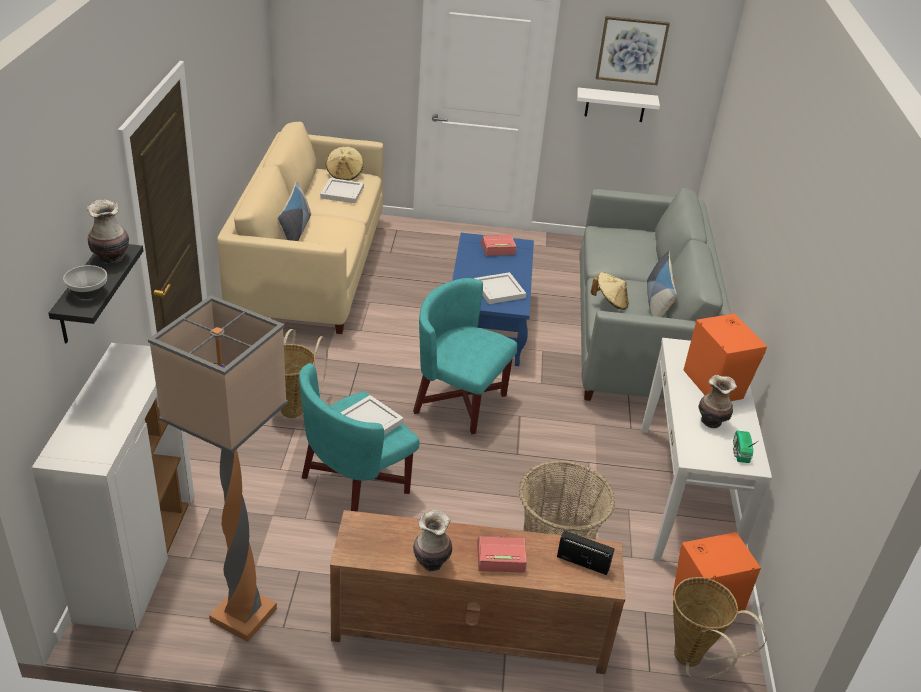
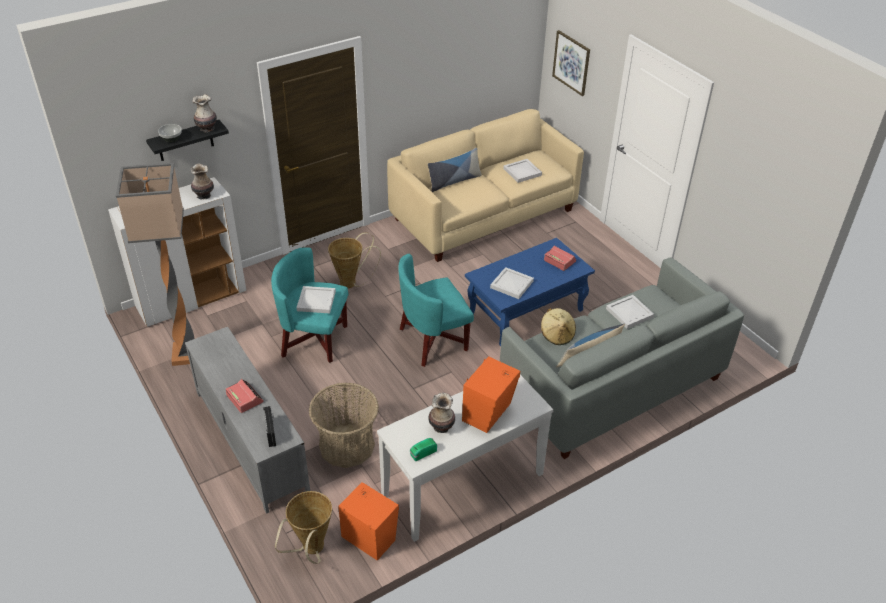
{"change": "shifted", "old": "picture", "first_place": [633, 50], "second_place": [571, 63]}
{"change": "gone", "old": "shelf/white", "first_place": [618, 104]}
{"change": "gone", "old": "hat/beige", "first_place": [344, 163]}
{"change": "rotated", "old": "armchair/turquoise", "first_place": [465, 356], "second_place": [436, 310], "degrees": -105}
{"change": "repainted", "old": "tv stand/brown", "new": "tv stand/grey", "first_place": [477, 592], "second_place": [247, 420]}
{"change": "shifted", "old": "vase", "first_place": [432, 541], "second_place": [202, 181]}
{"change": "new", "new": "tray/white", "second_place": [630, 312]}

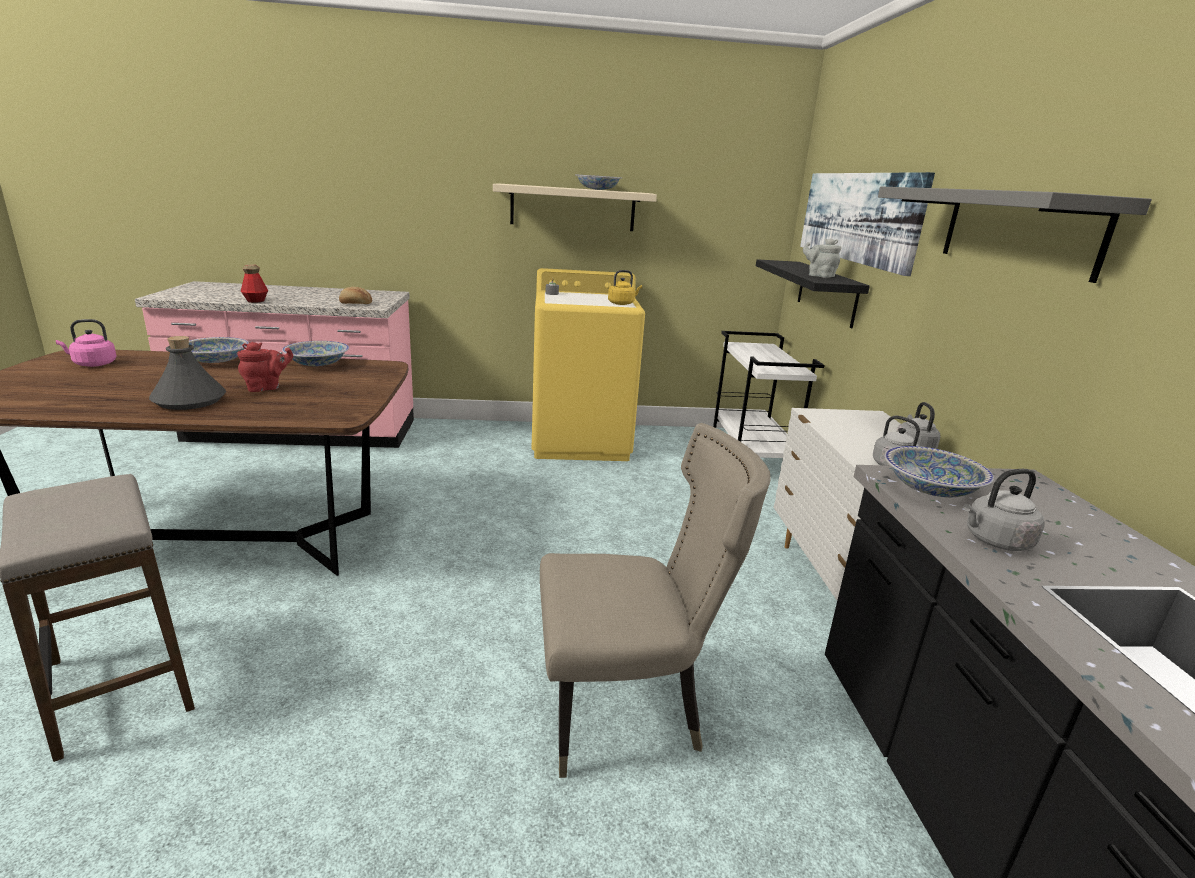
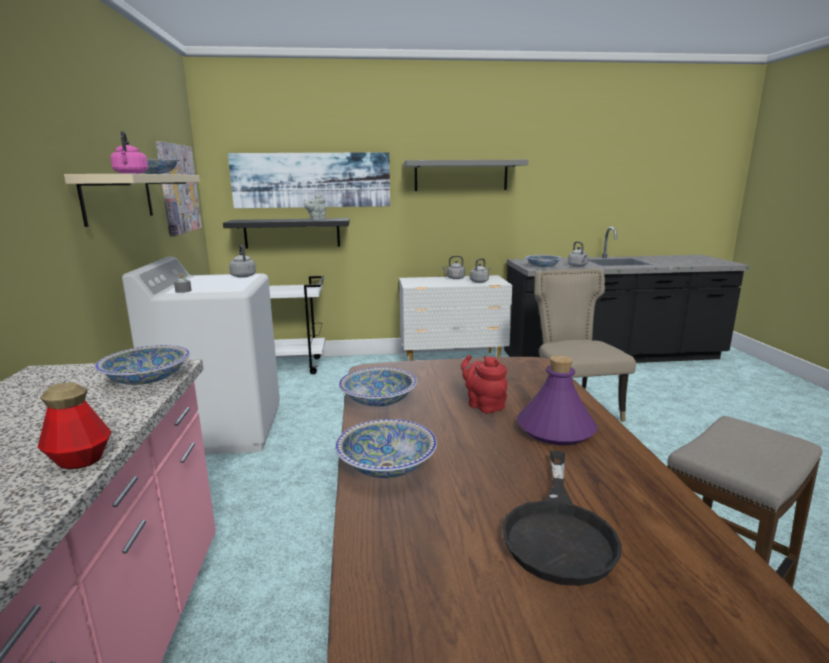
{"change": "repainted", "old": "washing machine/yellow", "new": "washing machine/white", "first_place": [588, 364], "second_place": [201, 356]}
{"change": "repainted", "old": "kettle/yellow", "new": "kettle/grey", "first_place": [625, 287], "second_place": [242, 261]}
{"change": "swapped", "old": "bread", "new": "bowl", "first_place": [355, 295], "second_place": [142, 365]}
{"change": "shifted", "old": "kettle/pink", "first_place": [86, 343], "second_place": [129, 152]}
{"change": "repainted", "old": "bottle/grey", "new": "bottle/purple", "first_place": [187, 373], "second_place": [557, 400]}
{"change": "new", "new": "picture", "second_place": [179, 188]}
{"change": "new", "new": "frying pan/black", "second_place": [562, 518]}

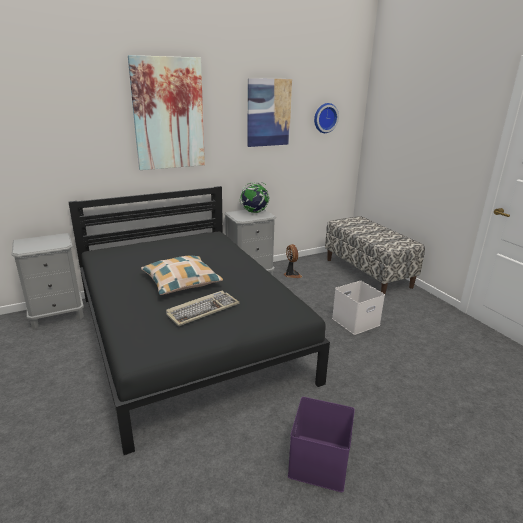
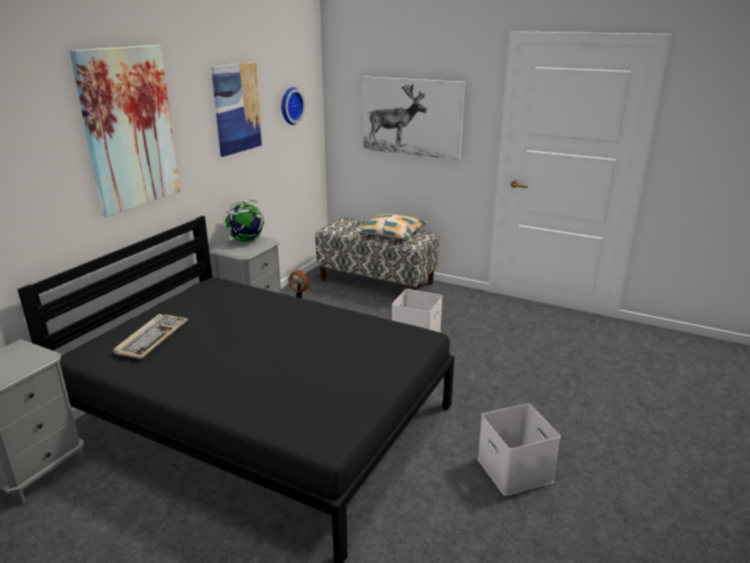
{"change": "shifted", "old": "pillow", "first_place": [182, 275], "second_place": [392, 227]}
{"change": "shifted", "old": "keyboard", "first_place": [203, 308], "second_place": [150, 336]}
{"change": "repainted", "old": "storage box/purple", "new": "storage box/white", "first_place": [321, 444], "second_place": [519, 449]}
{"change": "new", "new": "picture", "second_place": [414, 118]}

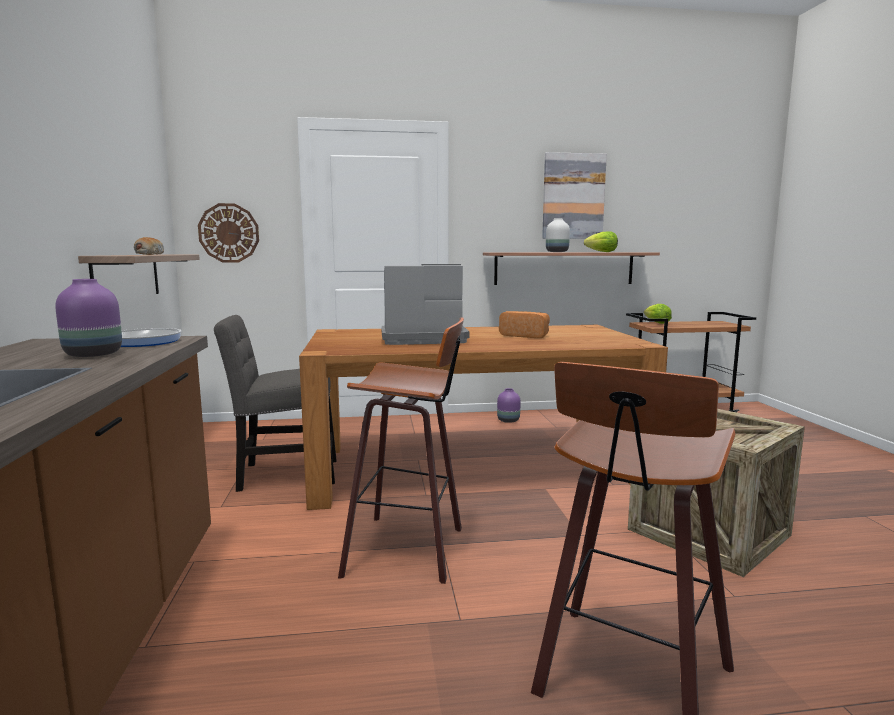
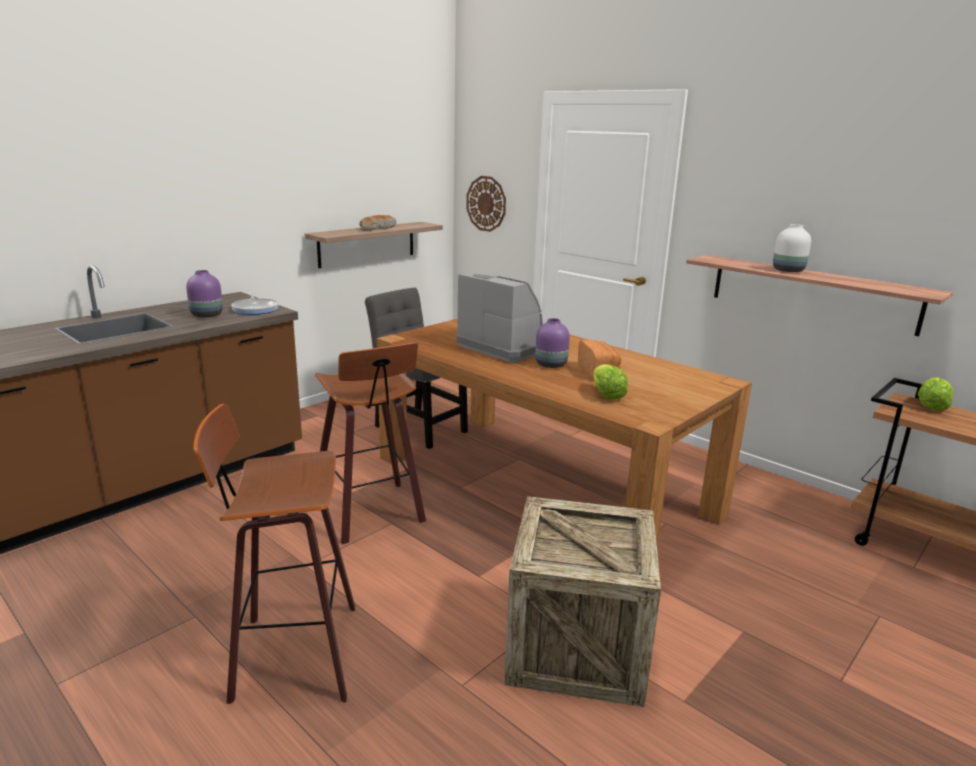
{"change": "gone", "old": "picture", "first_place": [574, 195]}
{"change": "shifted", "old": "lettuce", "first_place": [601, 241], "second_place": [610, 382]}
{"change": "shifted", "old": "vase/purple", "first_place": [509, 405], "second_place": [552, 343]}

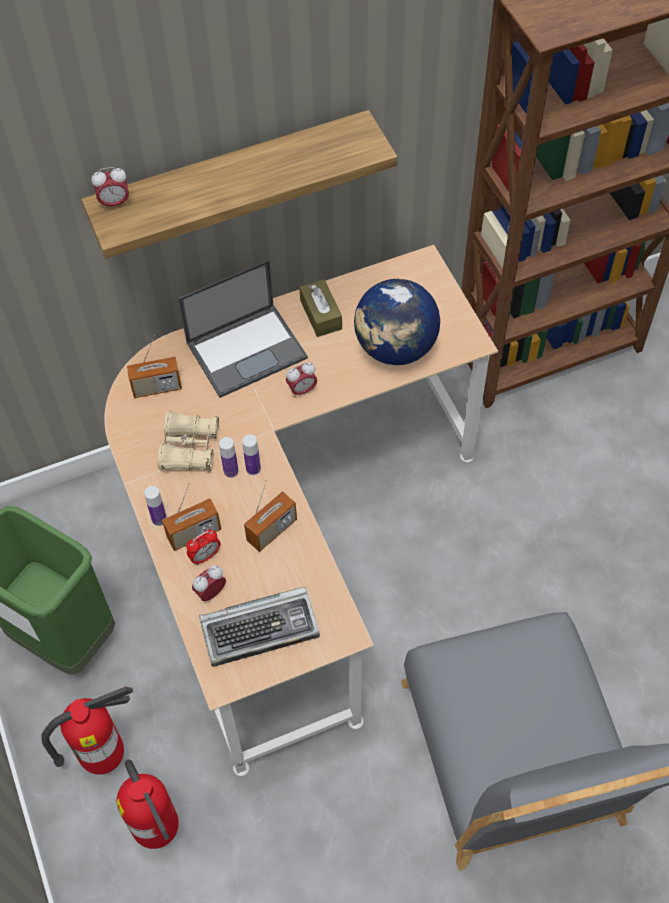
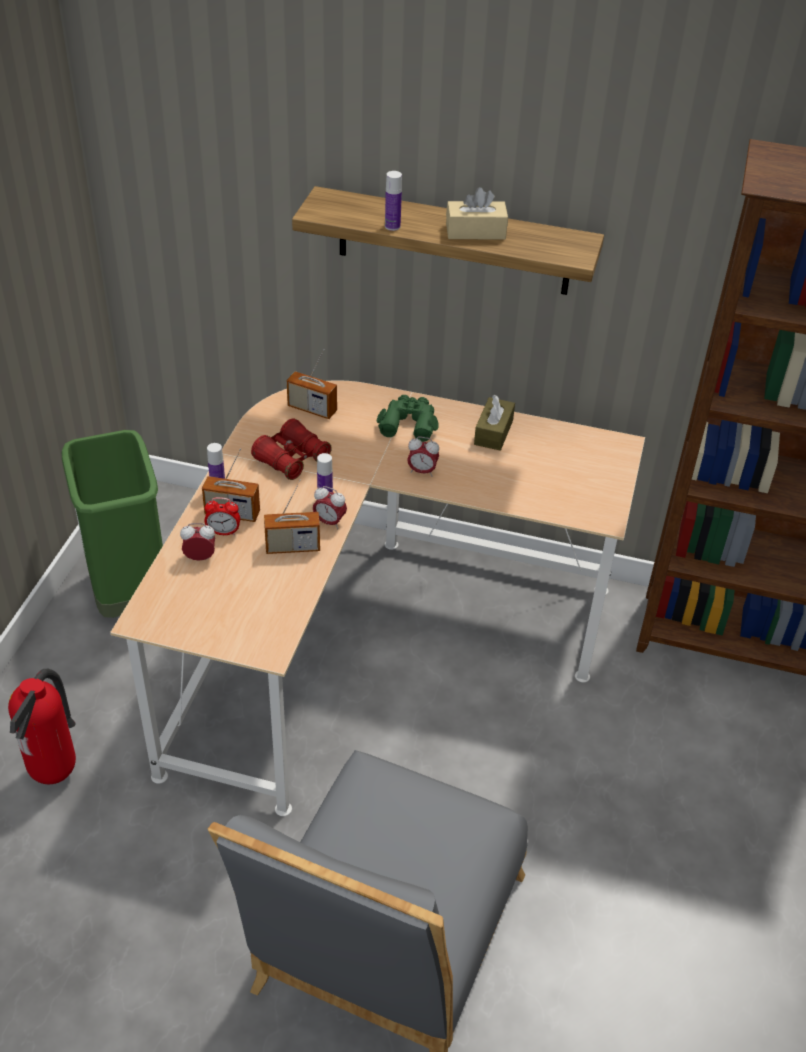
{"change": "shifted", "old": "alarm clock", "first_place": [110, 188], "second_place": [330, 507]}
{"change": "swapped", "old": "laptop", "new": "binoculars/green", "first_place": [243, 329], "second_place": [408, 418]}
{"change": "gone", "old": "globe", "first_place": [397, 322]}
{"change": "repainted", "old": "binoculars/beige", "new": "binoculars/red", "first_place": [188, 441], "second_place": [291, 449]}
{"change": "shifted", "old": "bottle", "first_place": [228, 457], "second_place": [393, 201]}
{"change": "gone", "old": "keyboard", "first_place": [259, 627]}
{"change": "gone", "old": "fire extinguisher", "first_place": [87, 730]}
{"change": "new", "new": "tissue box/beige", "second_place": [477, 213]}

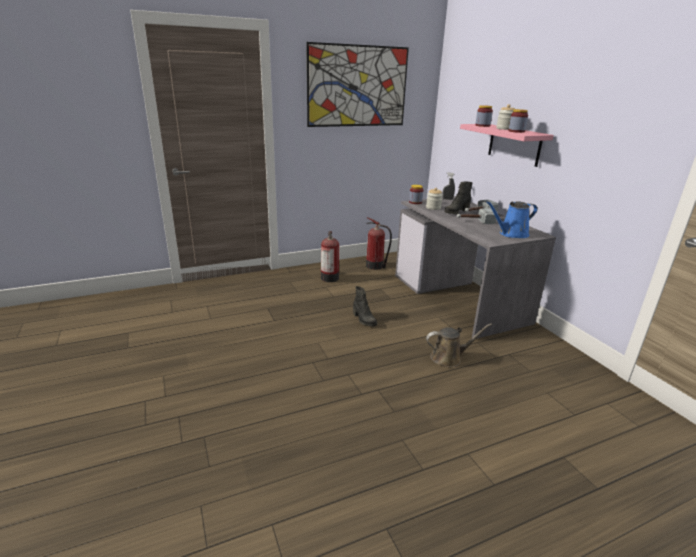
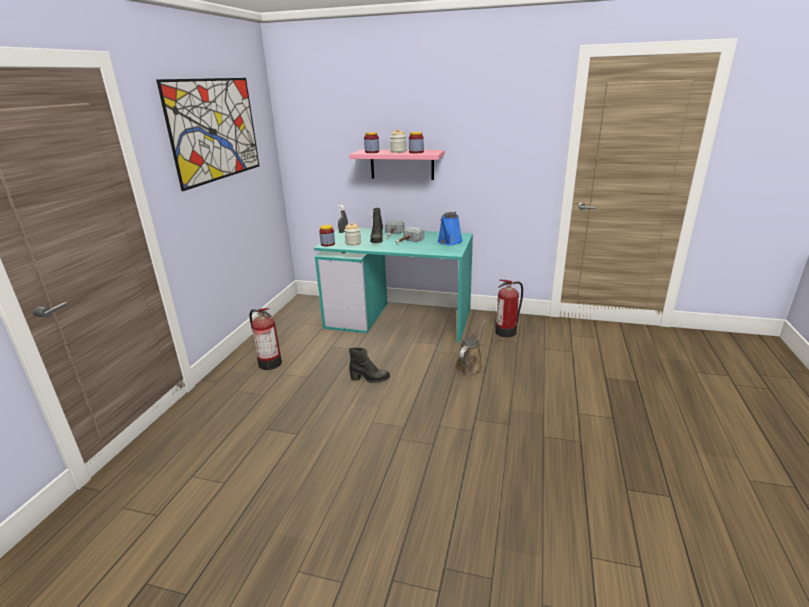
{"change": "repainted", "old": "desk/grey", "new": "desk/turquoise", "first_place": [475, 267], "second_place": [393, 285]}
{"change": "shifted", "old": "fire extinguisher", "first_place": [379, 243], "second_place": [509, 308]}

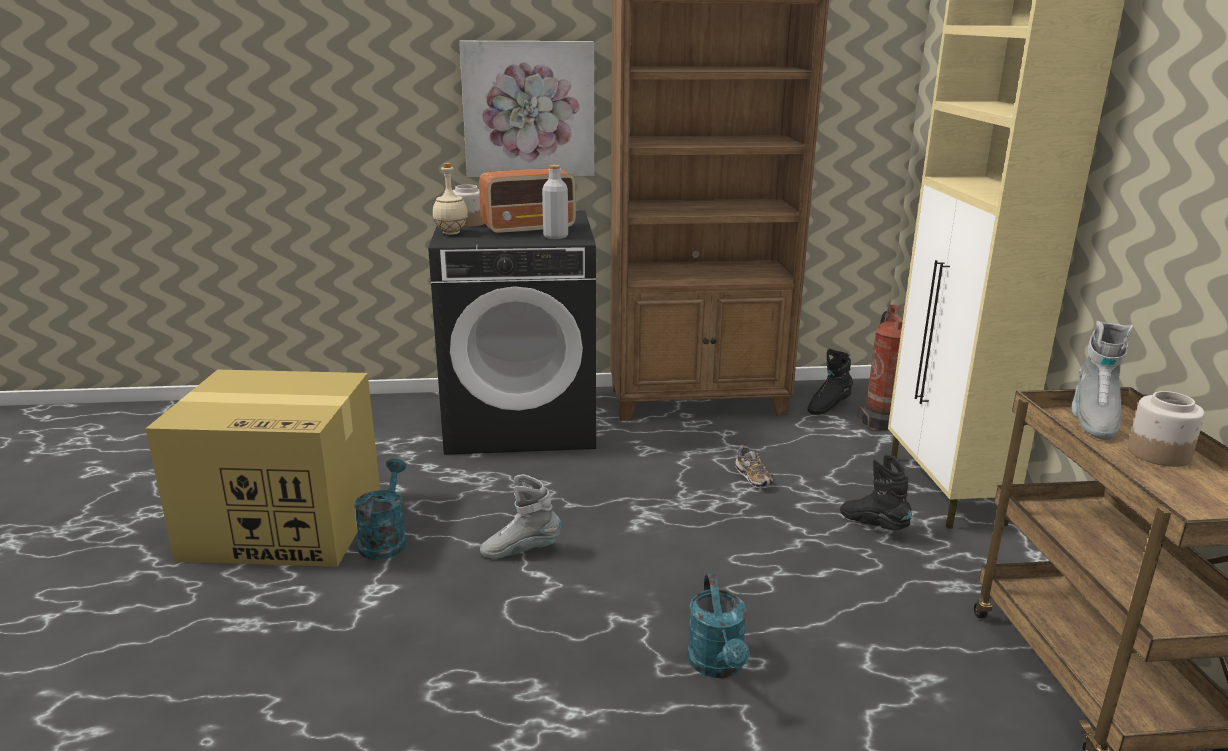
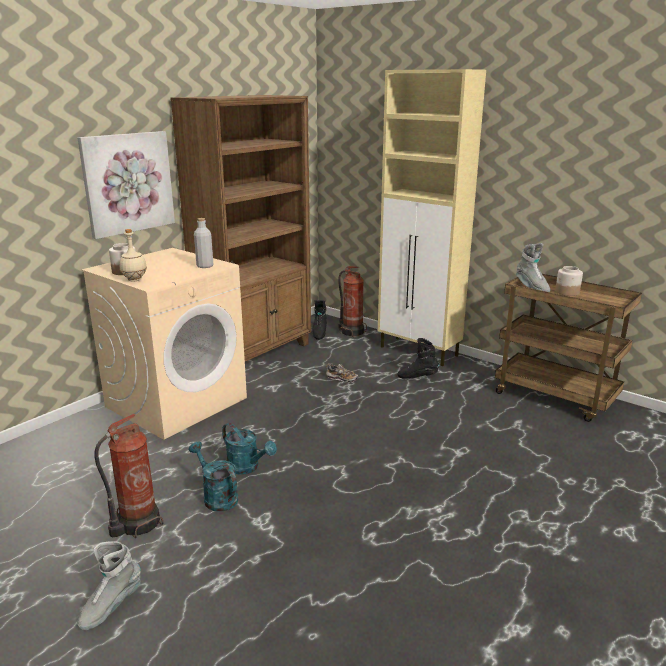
{"change": "gone", "old": "radio", "first_place": [527, 201]}
{"change": "repainted", "old": "washing machine/black", "new": "washing machine/beige", "first_place": [512, 333], "second_place": [164, 344]}
{"change": "swapped", "old": "cardboard box", "new": "fire extinguisher", "first_place": [262, 468], "second_place": [128, 476]}
{"change": "shifted", "old": "boot/grey", "first_place": [520, 516], "second_place": [109, 585]}
{"change": "shifted", "old": "watering can/turquoise", "first_place": [718, 625], "second_place": [249, 449]}

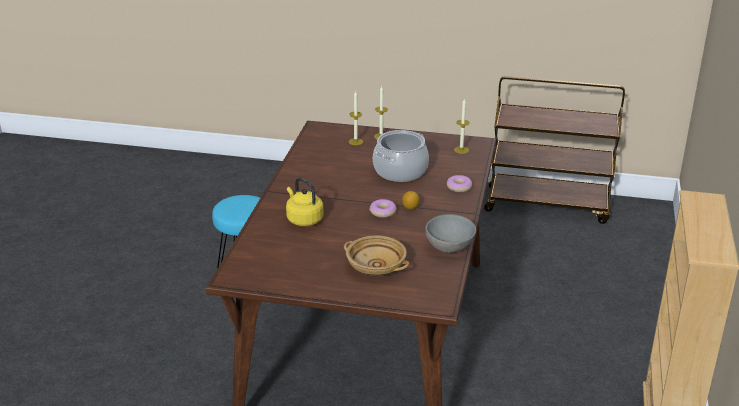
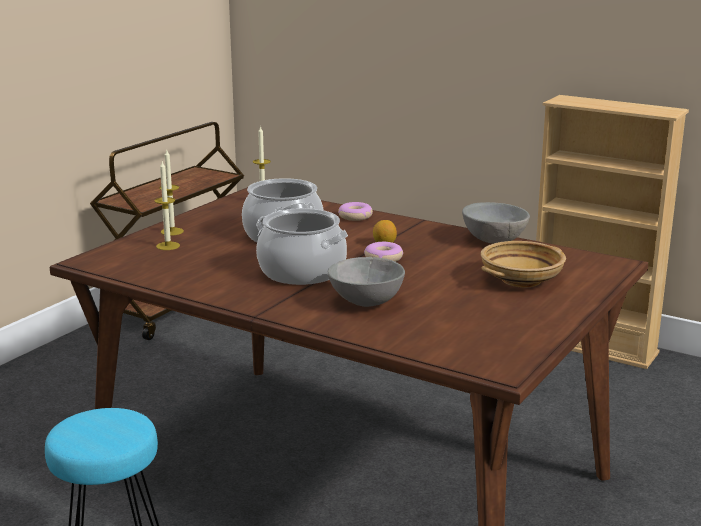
{"change": "swapped", "old": "kettle/yellow", "new": "bowl/grey", "first_place": [304, 202], "second_place": [366, 282]}
{"change": "new", "new": "cooking pot", "second_place": [302, 246]}

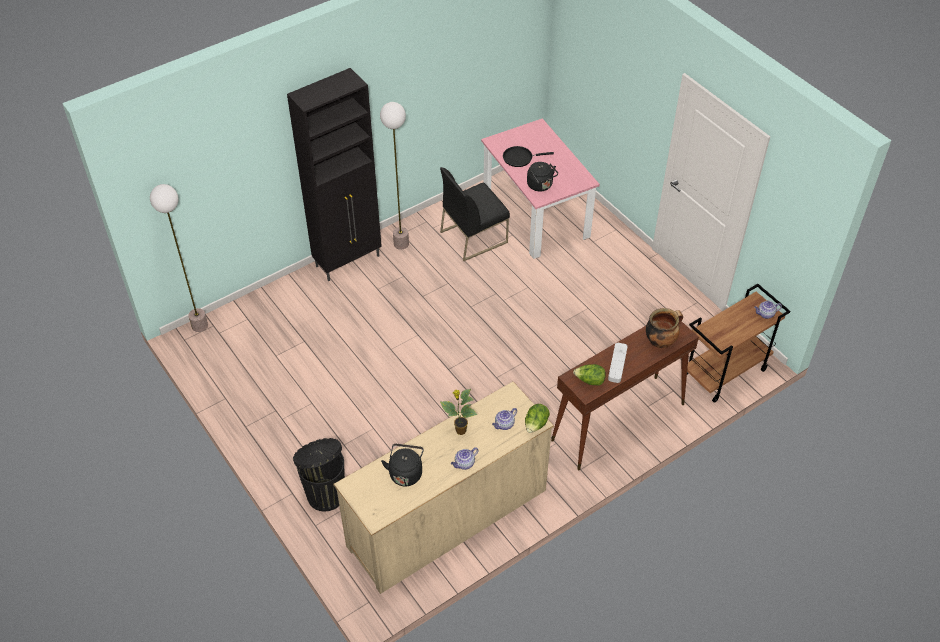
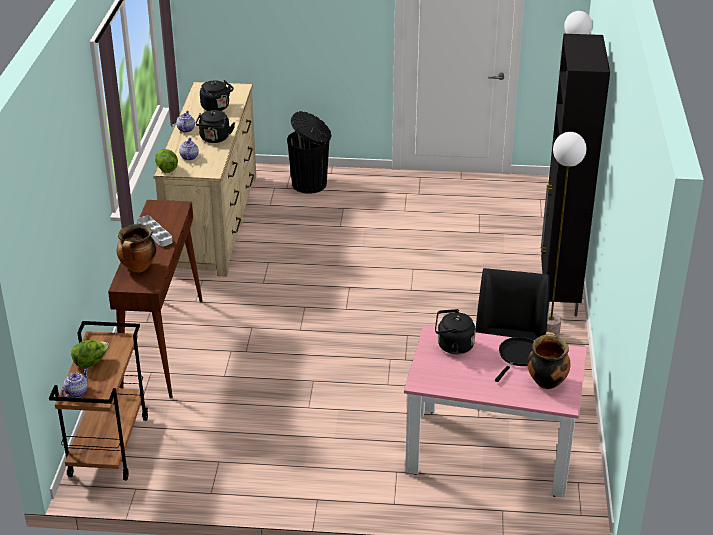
{"change": "shifted", "old": "lettuce", "first_place": [589, 375], "second_place": [90, 354]}
{"change": "swapped", "old": "potted plant", "new": "kettle/black", "first_place": [459, 412], "second_place": [215, 126]}
{"change": "new", "new": "cooking pot", "second_place": [549, 360]}

